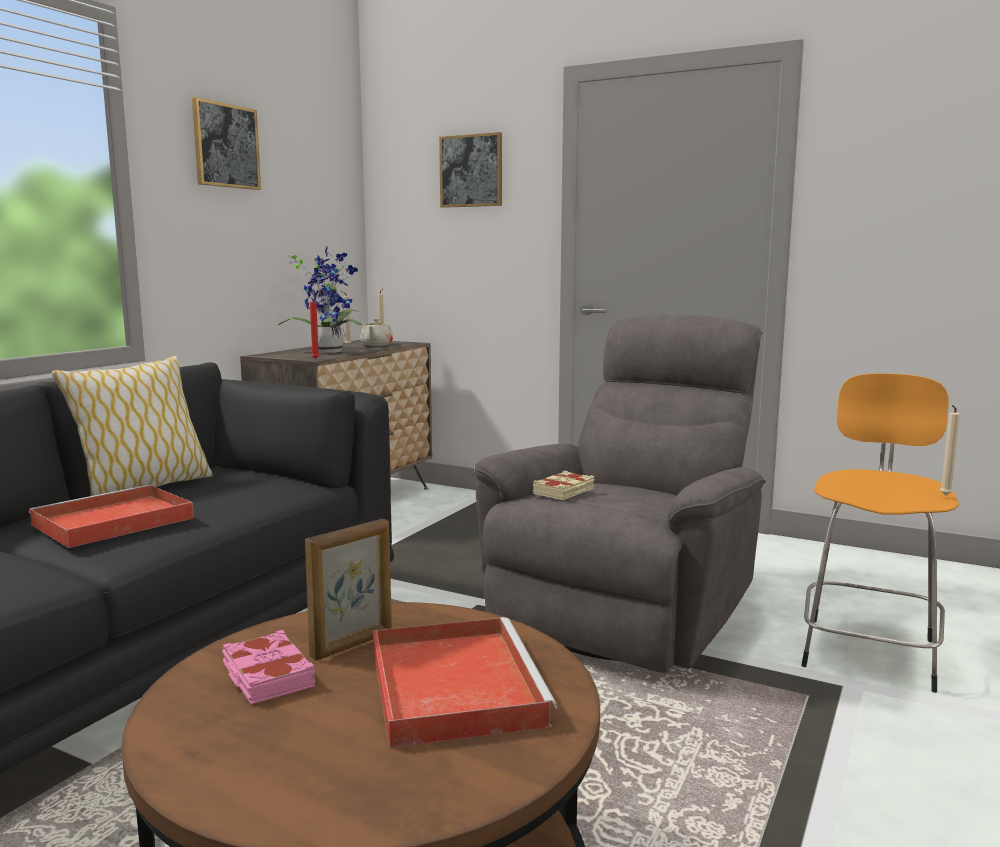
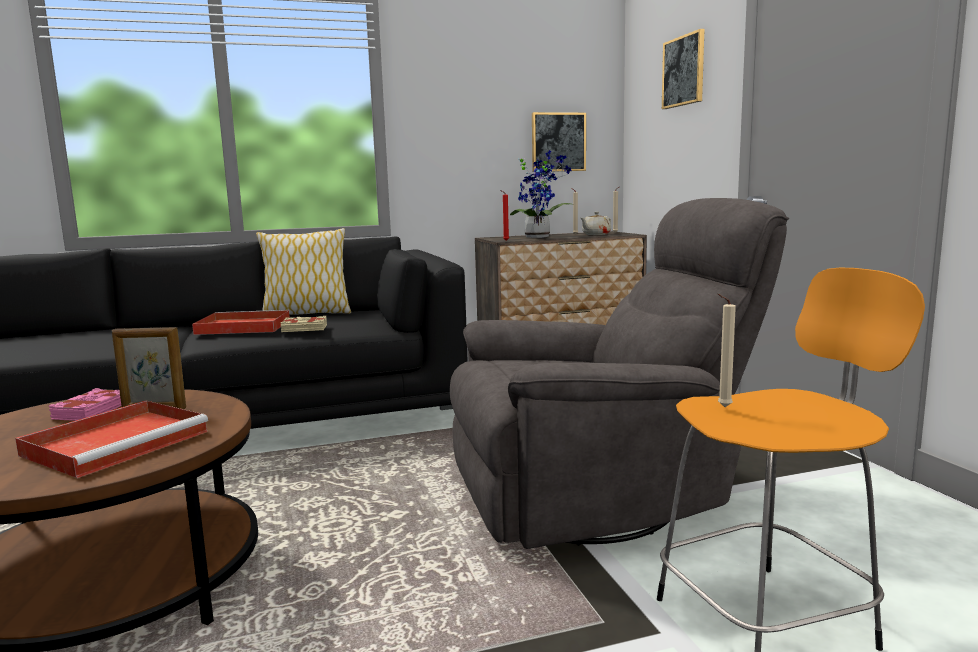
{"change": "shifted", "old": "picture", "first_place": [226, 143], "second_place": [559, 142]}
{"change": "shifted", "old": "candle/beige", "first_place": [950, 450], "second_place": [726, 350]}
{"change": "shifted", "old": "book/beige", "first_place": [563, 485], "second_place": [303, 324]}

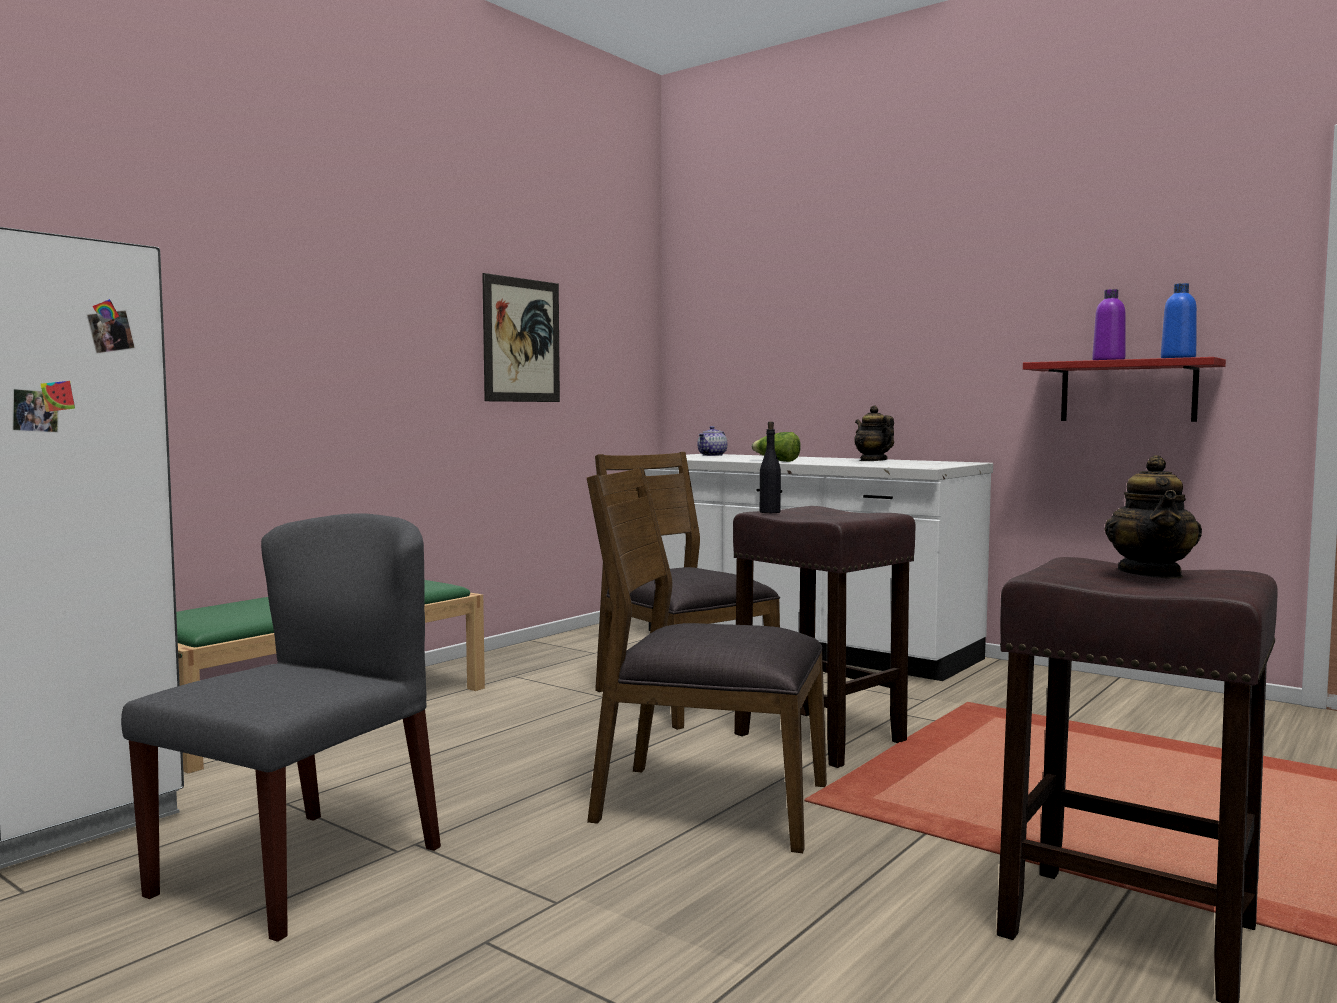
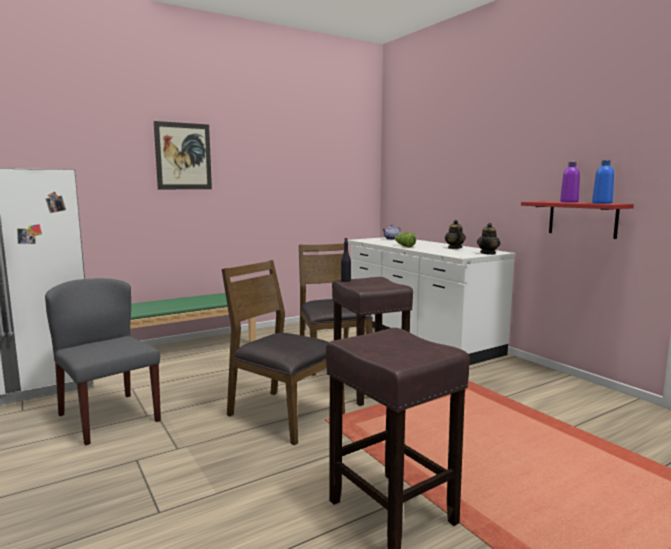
{"change": "shifted", "old": "picture", "first_place": [521, 337], "second_place": [183, 155]}
{"change": "shifted", "old": "teapot", "first_place": [1153, 517], "second_place": [489, 239]}
{"change": "rotated", "old": "chair/grey", "first_place": [281, 727], "second_place": [103, 361], "degrees": -90}

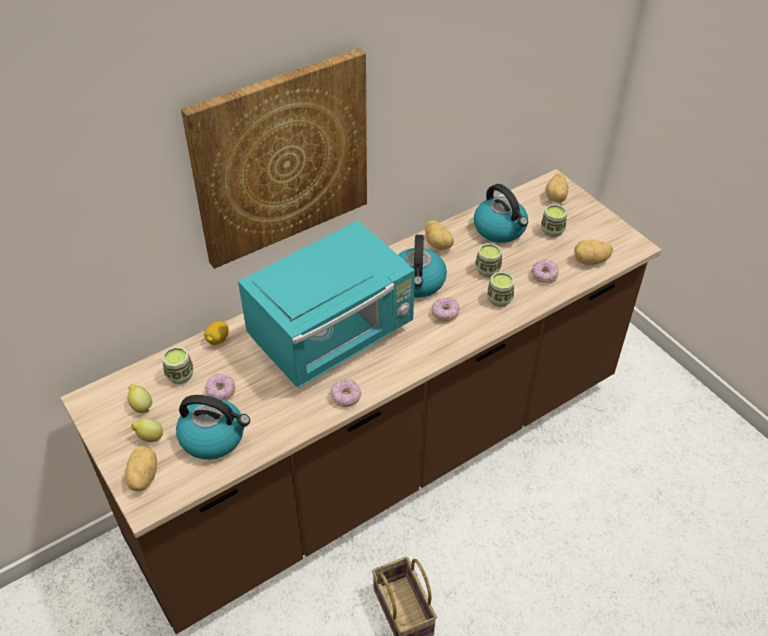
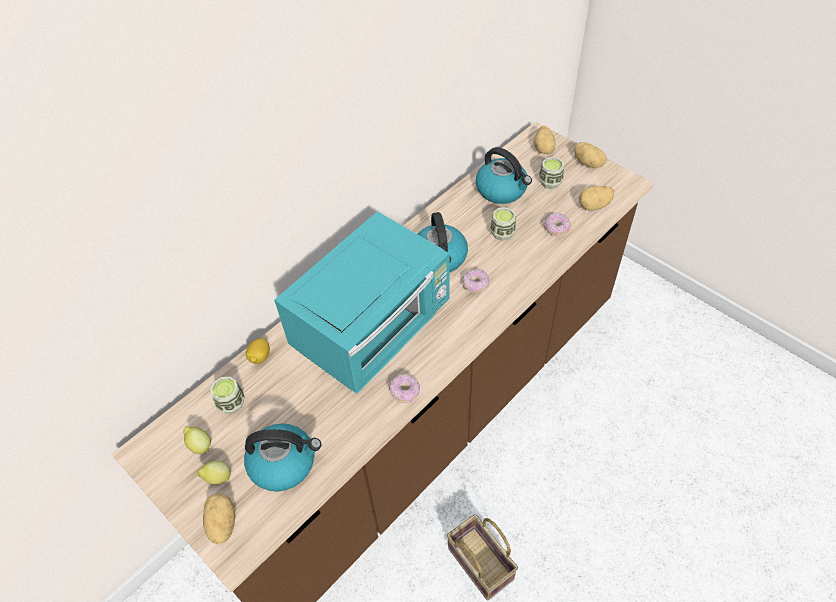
{"change": "gone", "old": "picture", "first_place": [274, 158]}
{"change": "shifted", "old": "potato", "first_place": [439, 235], "second_place": [590, 155]}
{"change": "gone", "old": "cup", "first_place": [500, 289]}
{"change": "gone", "old": "donut", "first_place": [220, 387]}

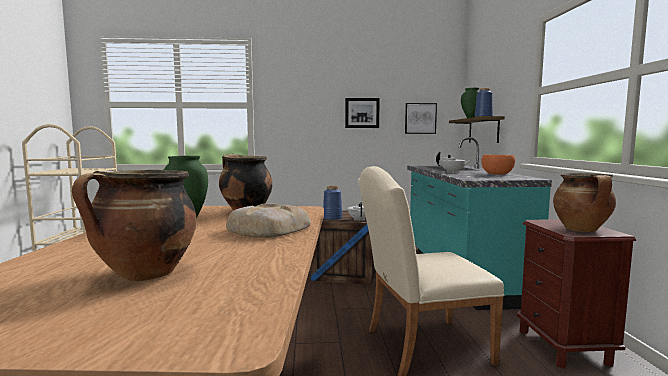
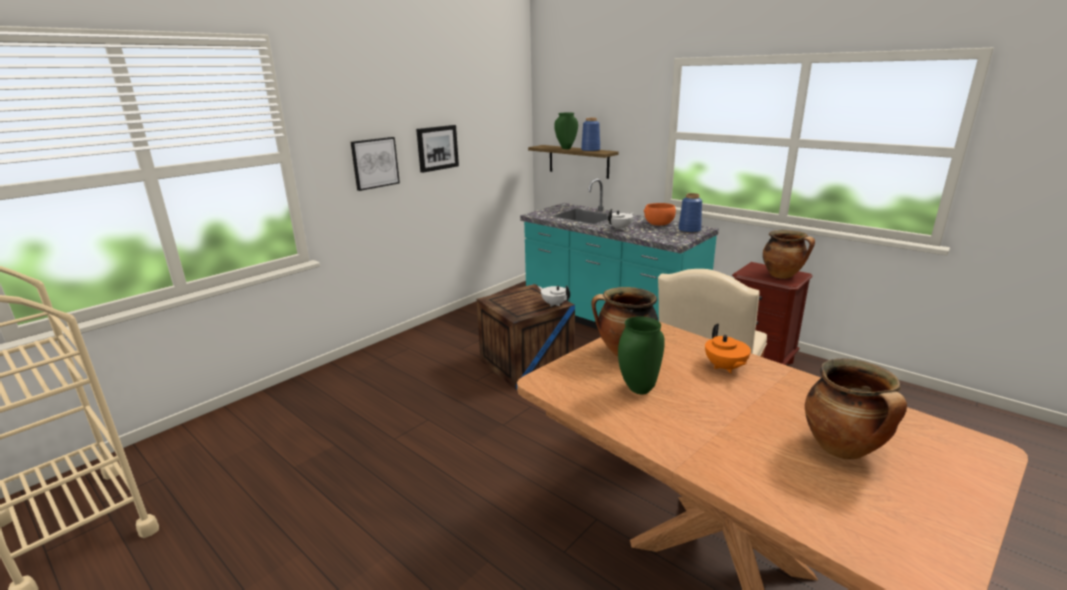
{"change": "shifted", "old": "picture", "first_place": [421, 118], "second_place": [375, 164]}
{"change": "shifted", "old": "vase/blue", "first_place": [332, 203], "second_place": [690, 213]}
{"change": "swapped", "old": "bread", "new": "teapot/orange", "first_place": [268, 220], "second_place": [728, 348]}

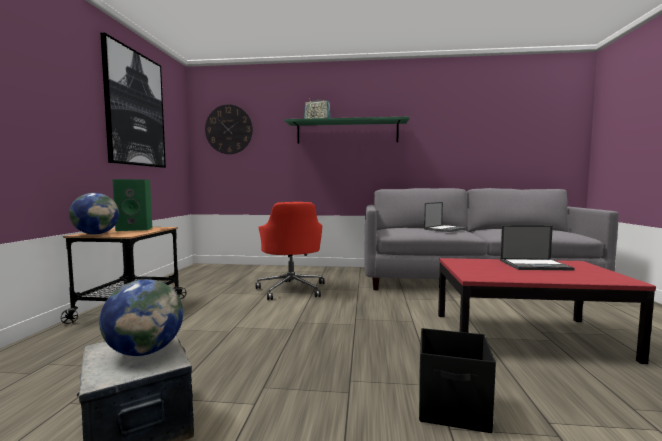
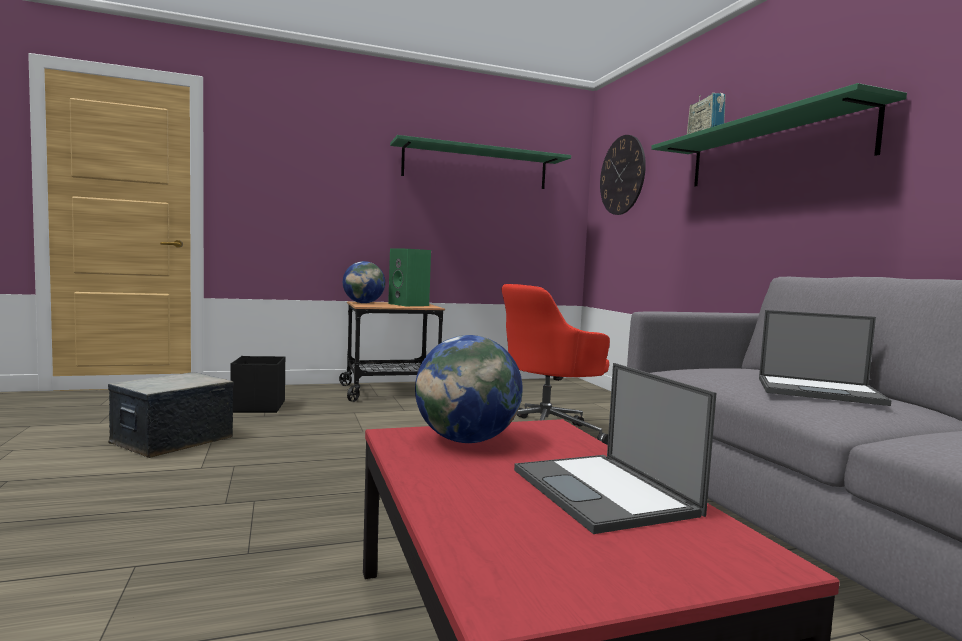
{"change": "swapped", "old": "picture", "new": "shelf/green", "first_place": [133, 100], "second_place": [480, 162]}
{"change": "shifted", "old": "globe", "first_place": [141, 317], "second_place": [469, 389]}
{"change": "shifted", "old": "storage box/black", "first_place": [457, 380], "second_place": [257, 384]}

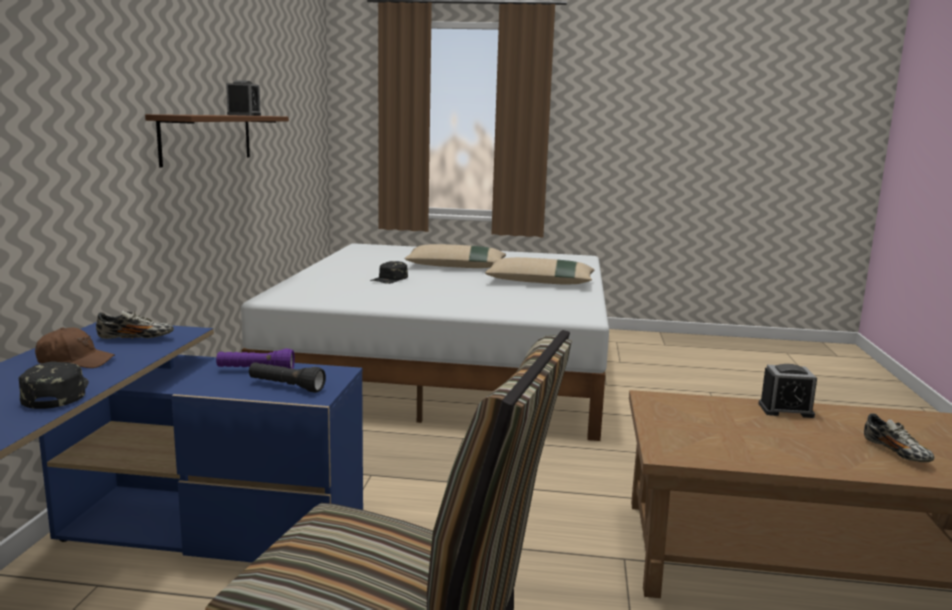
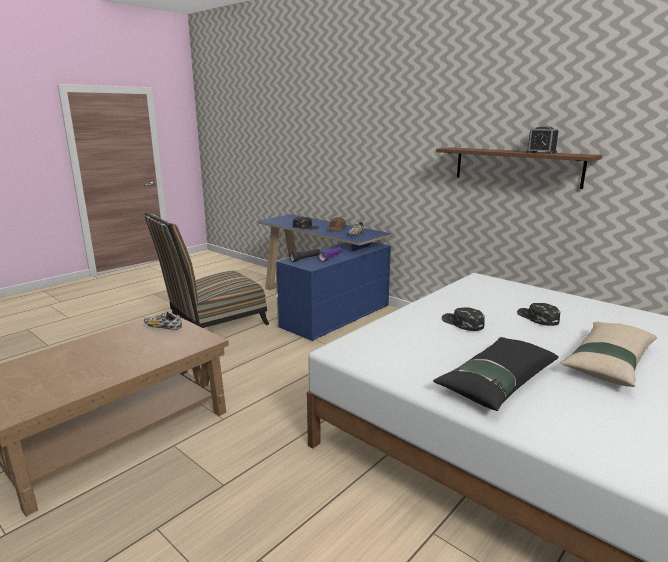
{"change": "repainted", "old": "pillow/beige", "new": "pillow/black", "first_place": [539, 270], "second_place": [496, 374]}
{"change": "gone", "old": "alarm clock", "first_place": [788, 391]}
{"change": "shifted", "old": "shoe", "first_place": [899, 437], "second_place": [163, 321]}
{"change": "new", "new": "cap/black", "second_place": [463, 319]}

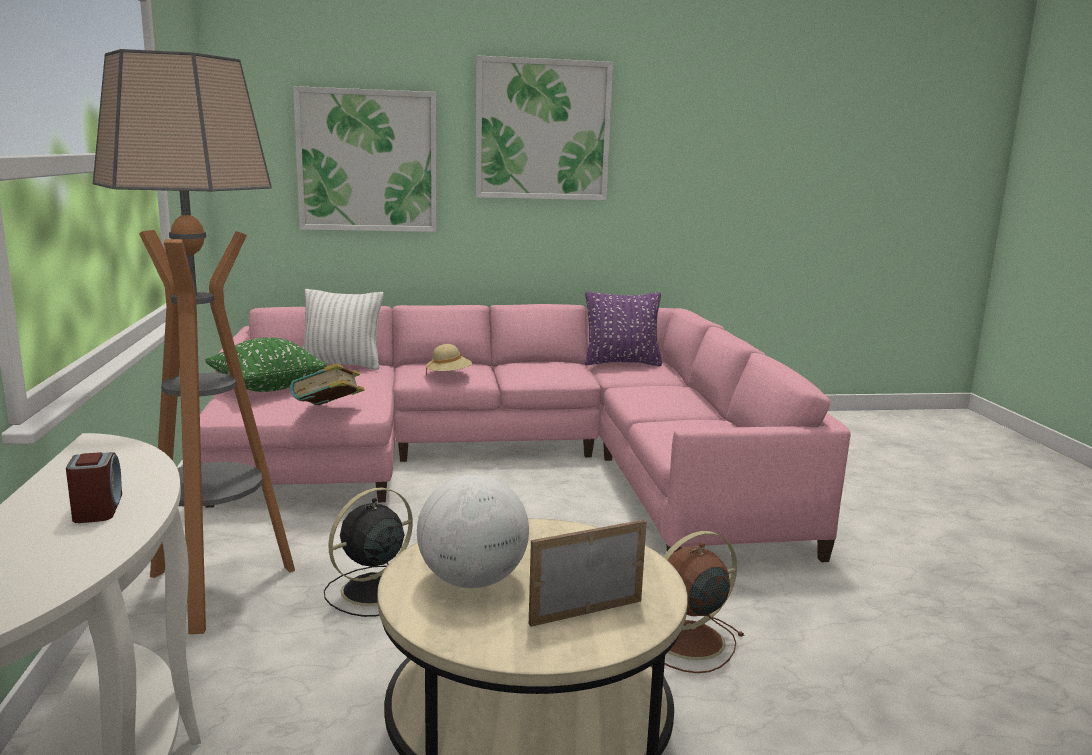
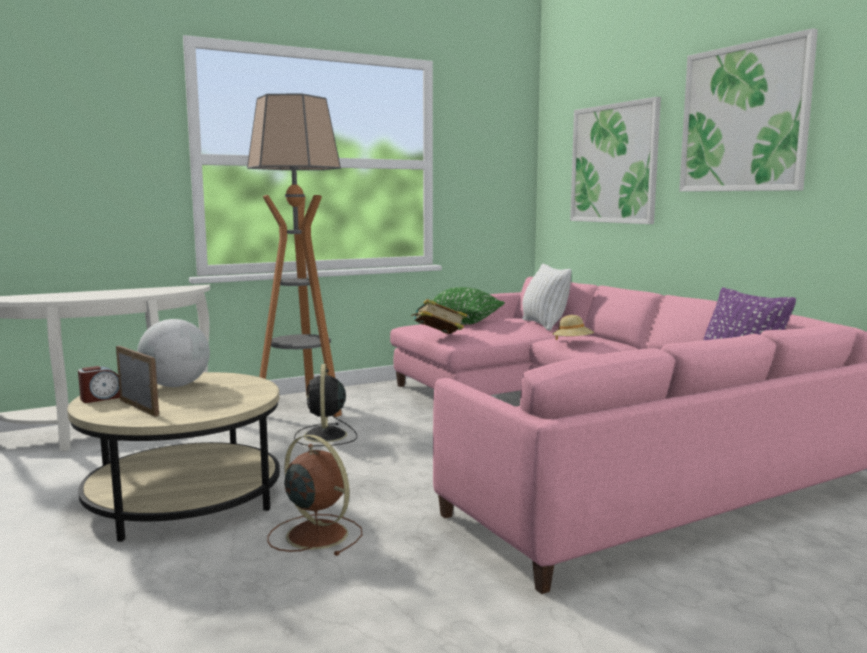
{"change": "shifted", "old": "alarm clock", "first_place": [94, 487], "second_place": [99, 384]}
{"change": "rotated", "old": "fan/black", "first_place": [368, 552], "second_place": [325, 405], "degrees": -120}

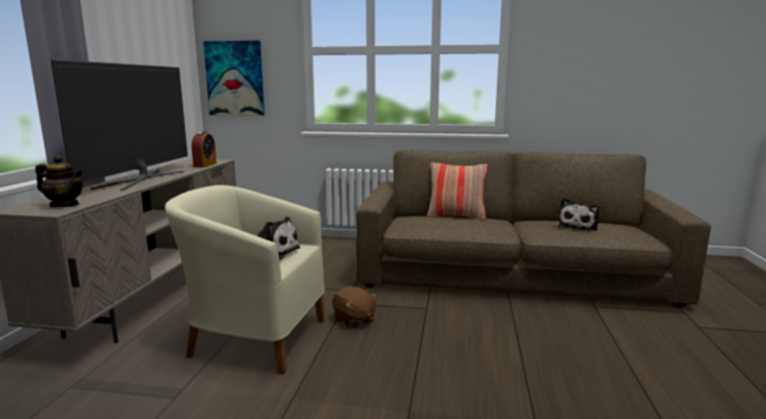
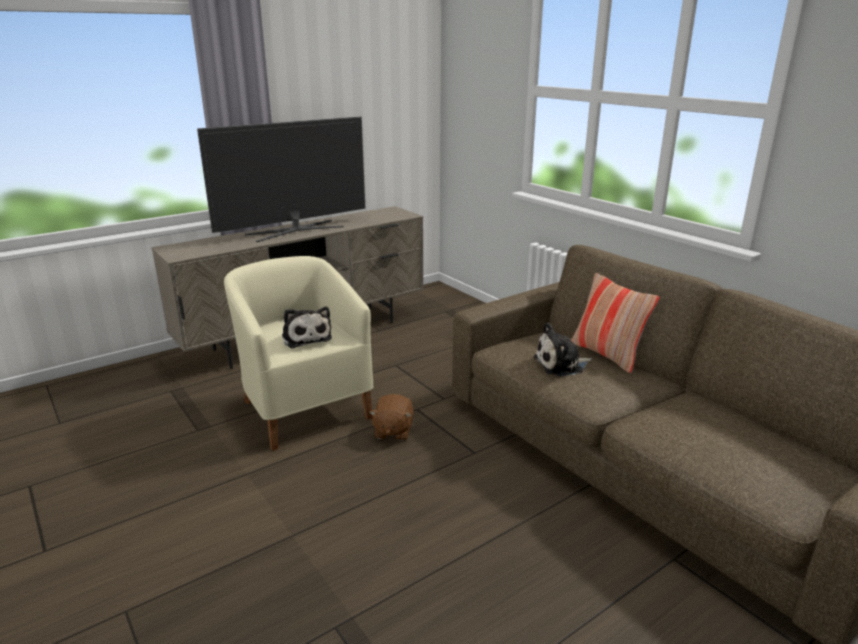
{"change": "gone", "old": "picture", "first_place": [234, 78]}
{"change": "gone", "old": "alarm clock", "first_place": [204, 149]}
{"change": "gone", "old": "teapot", "first_place": [59, 181]}
{"change": "shifted", "old": "plush toy", "first_place": [579, 214], "second_place": [562, 349]}

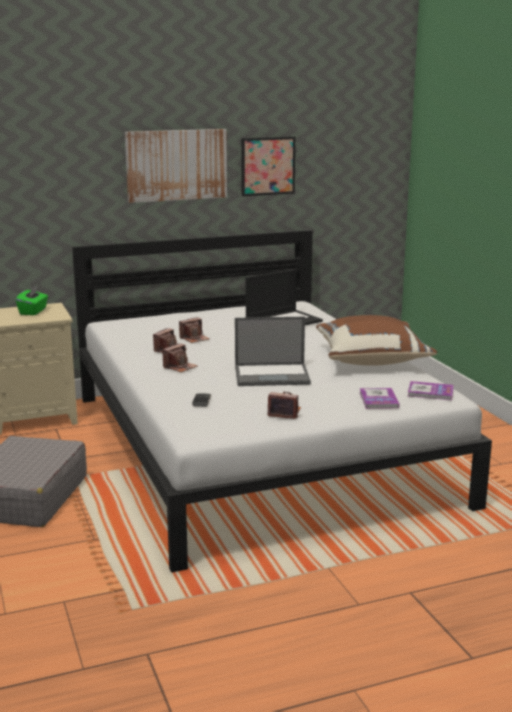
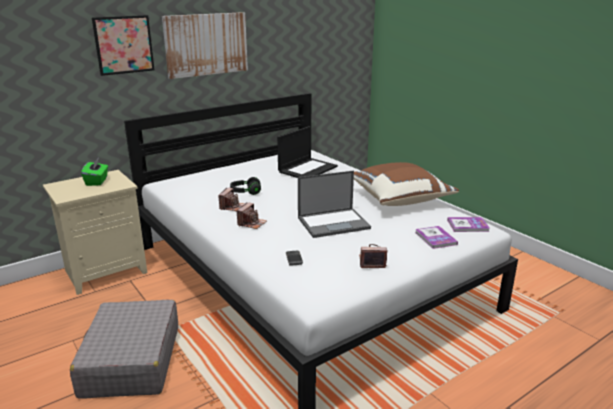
{"change": "shifted", "old": "picture", "first_place": [268, 166], "second_place": [123, 45]}
{"change": "swapped", "old": "photo camera", "new": "headphones/black", "first_place": [194, 330], "second_place": [245, 186]}

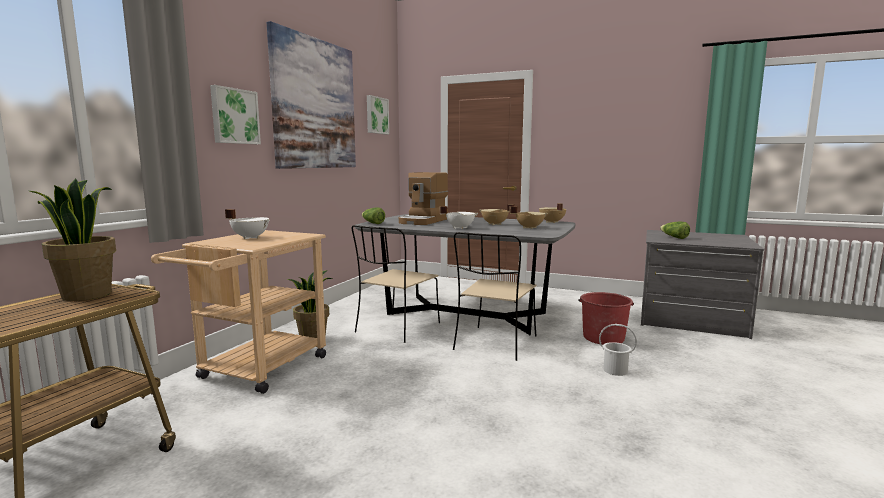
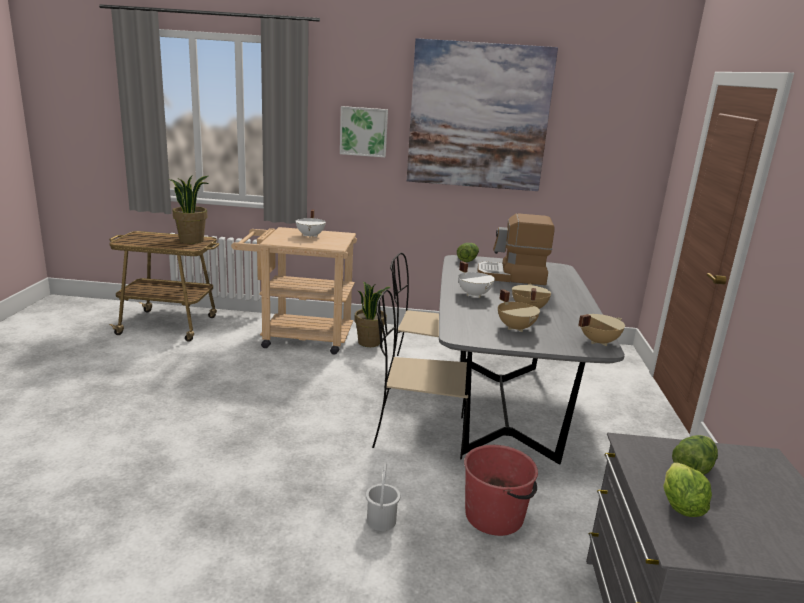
{"change": "gone", "old": "picture", "first_place": [378, 114]}
{"change": "new", "new": "lettuce", "second_place": [687, 489]}

